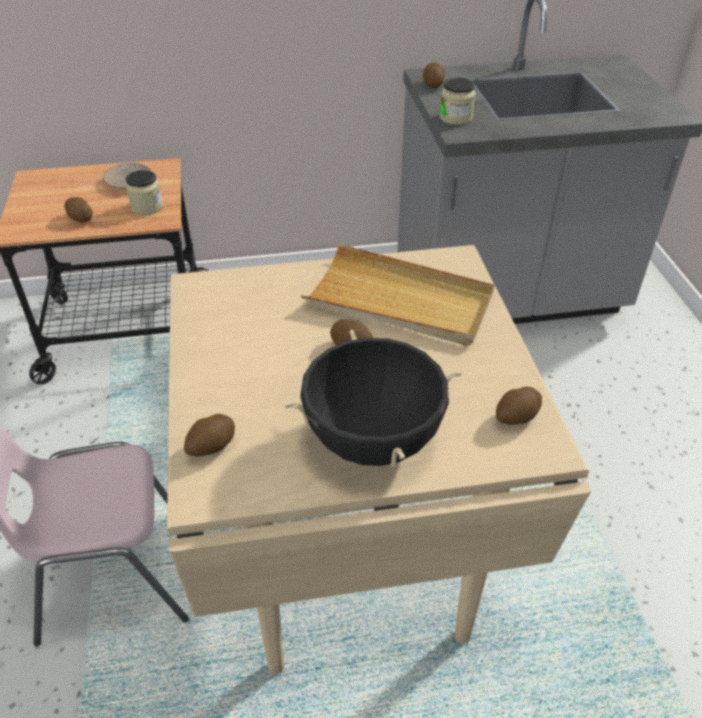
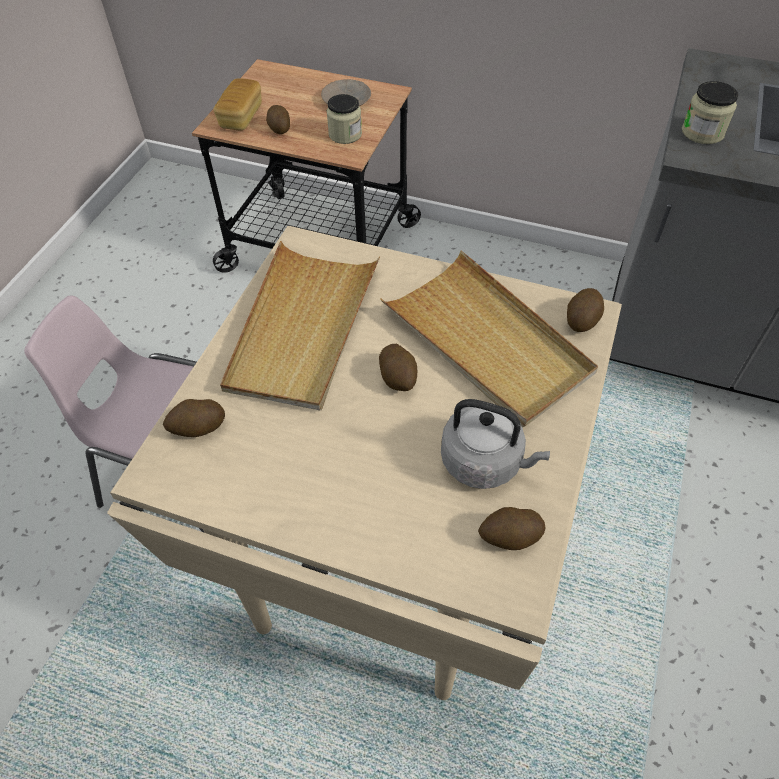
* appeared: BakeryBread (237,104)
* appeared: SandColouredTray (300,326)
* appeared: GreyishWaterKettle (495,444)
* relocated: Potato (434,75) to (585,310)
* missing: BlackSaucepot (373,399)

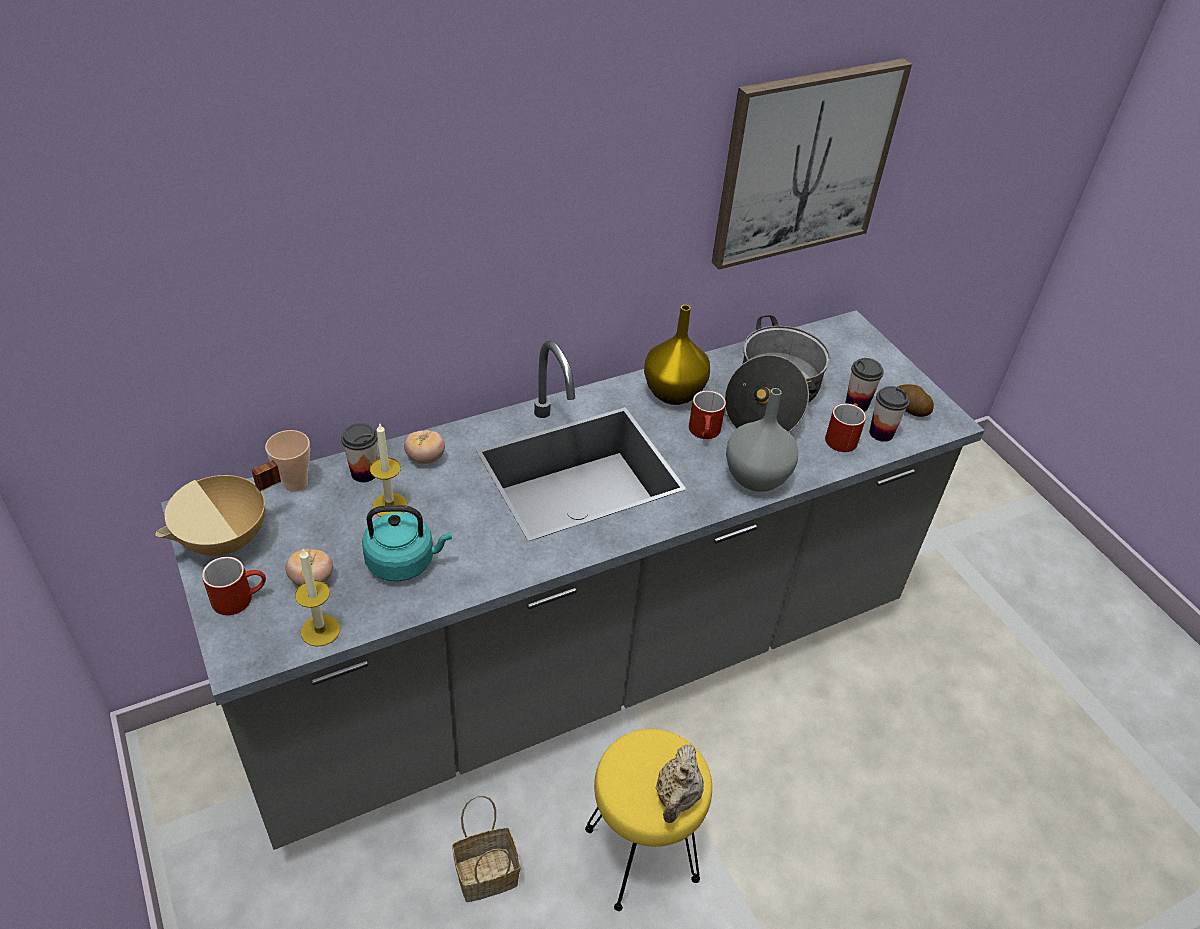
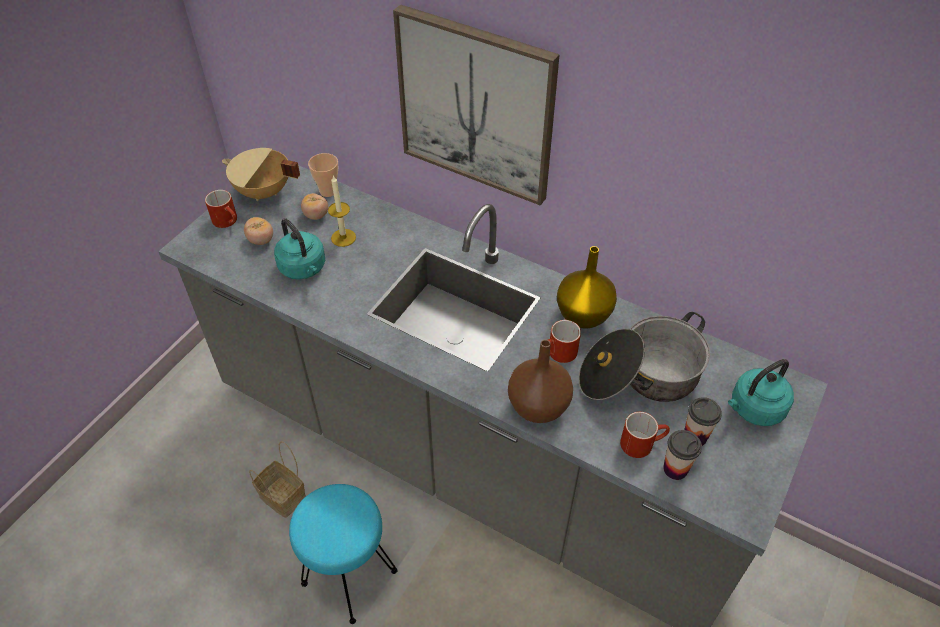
* colour: YellowishSittingStool (648,820) to BlueGreenSittingStool (343,554)
* relocated: Tomato (424,447) to (314,206)
* relocated: Picture (811,164) to (476,105)
* colour: GreyishFlowerVase (762,439) to BrownColouredFlowerVase (540,381)
* appeared: BlueGreenWaterKettle (761,392)
* missing: WaxCandle (317,597)
* missing: SmallCup (359,453)
* missing: SandColouredPotForTea (680,783)
* missing: Potato (915,400)

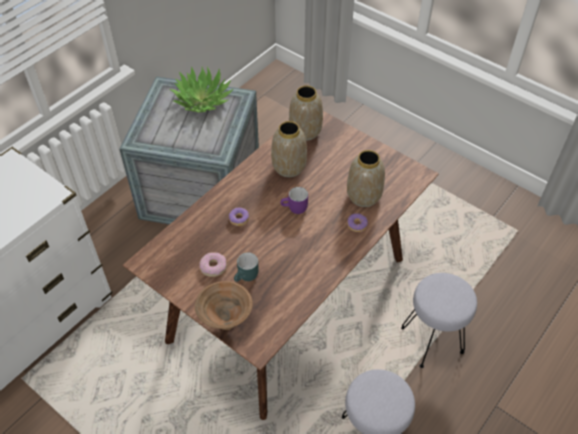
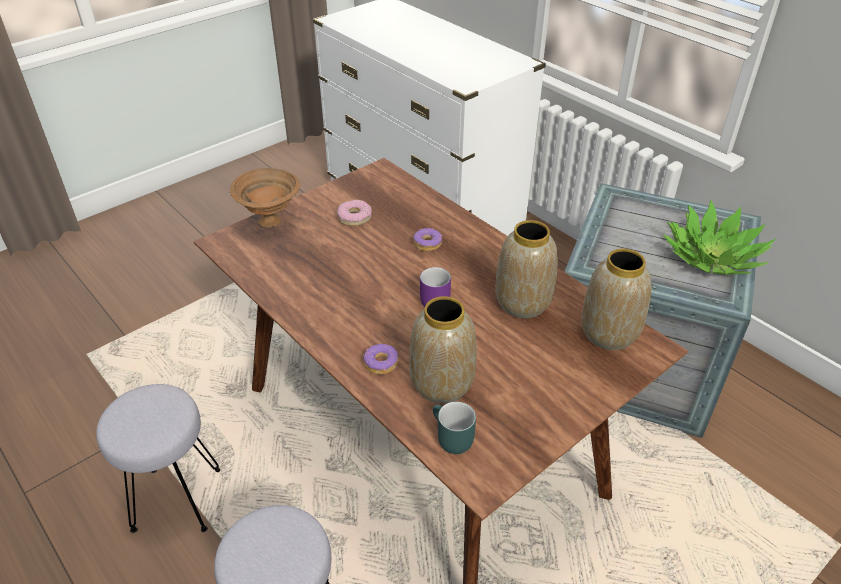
* relocated: BlueGreenCoffeeMug (246,267) to (454,428)

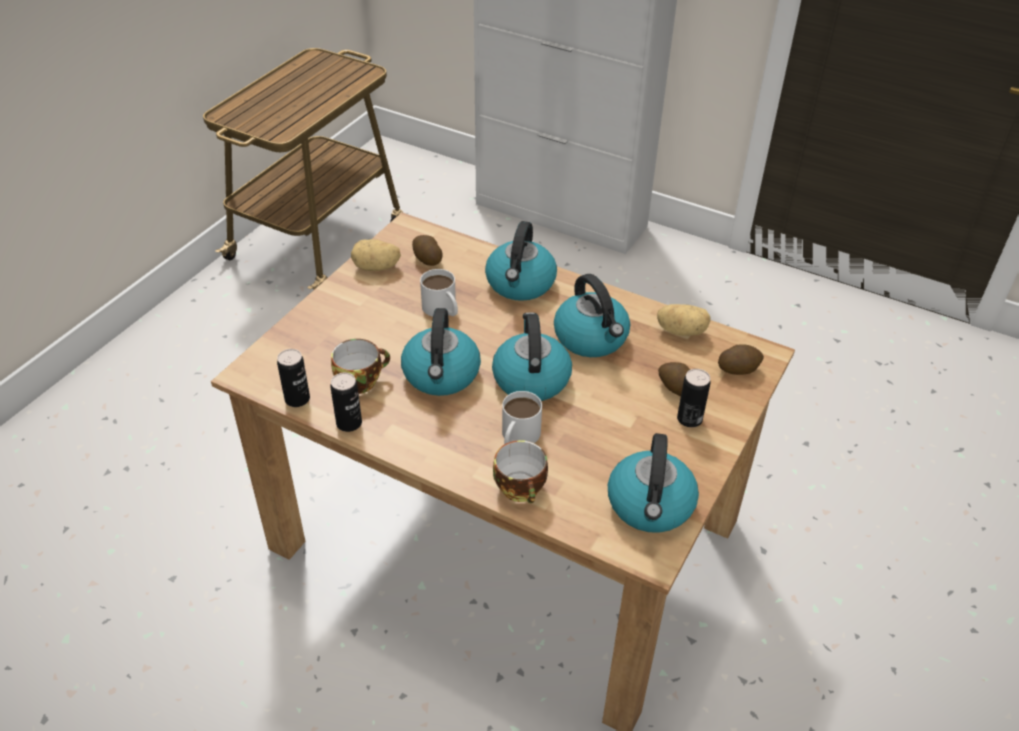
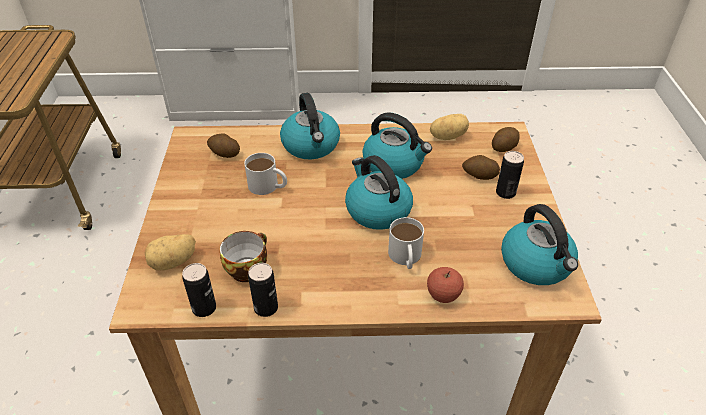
* relocated: Potato (376,255) to (170,252)
* exchanged: SmallCup (520,471) to AppleFruit (445,285)
* missing: WaterKettle (441,352)

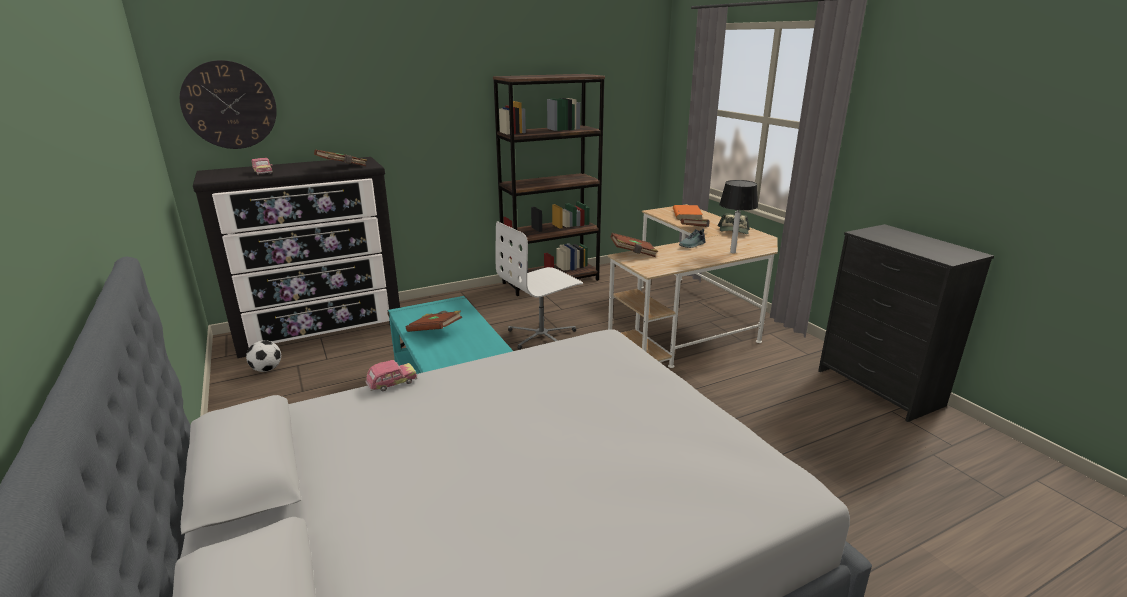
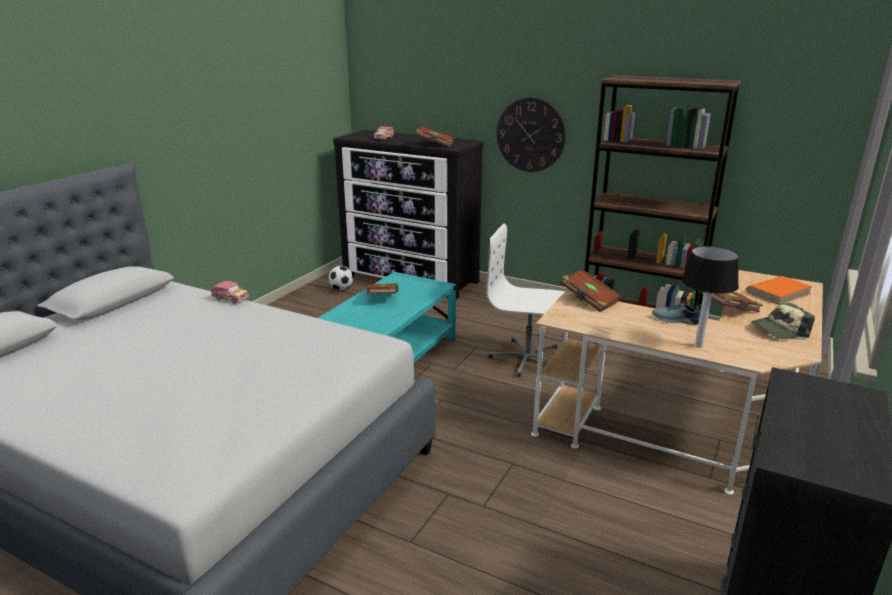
* relocated: HangingClock (228,104) to (531,134)

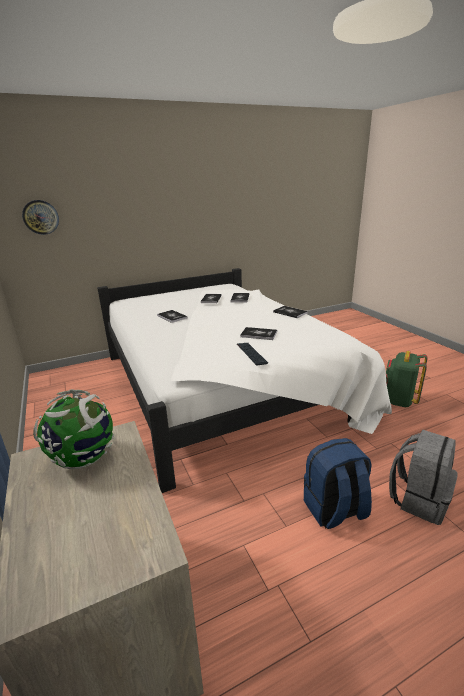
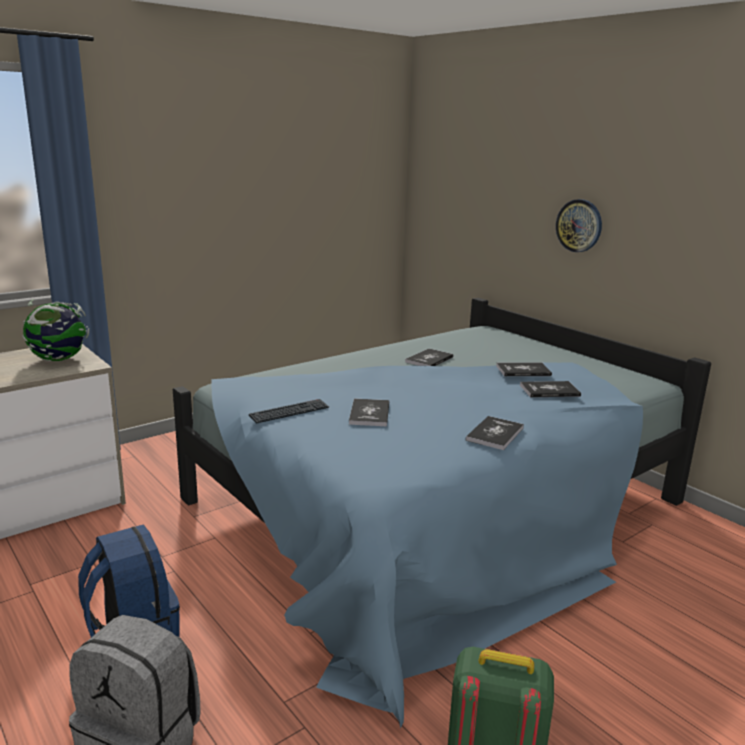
* colour: WhitishBedroomBed (244,380) to BluishBedroomBed (442,513)
* relocated: HangingClock (40,217) to (579,225)

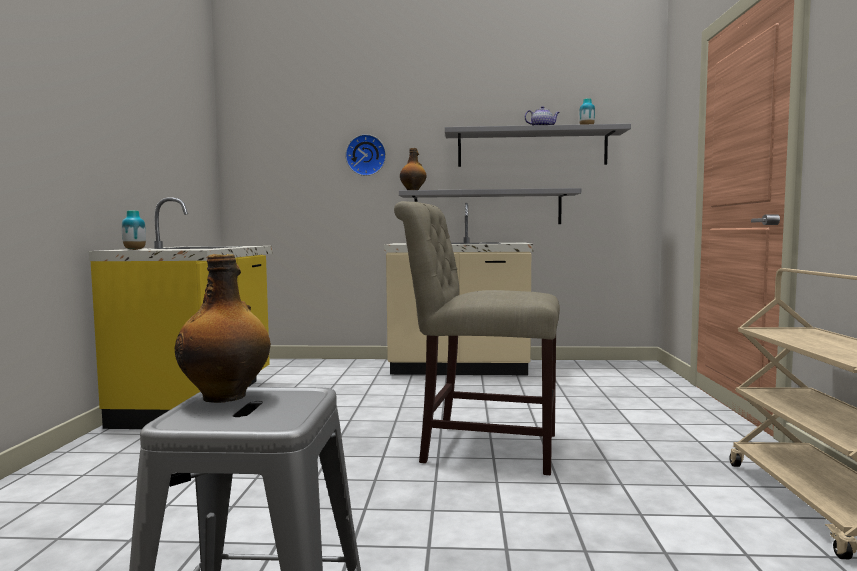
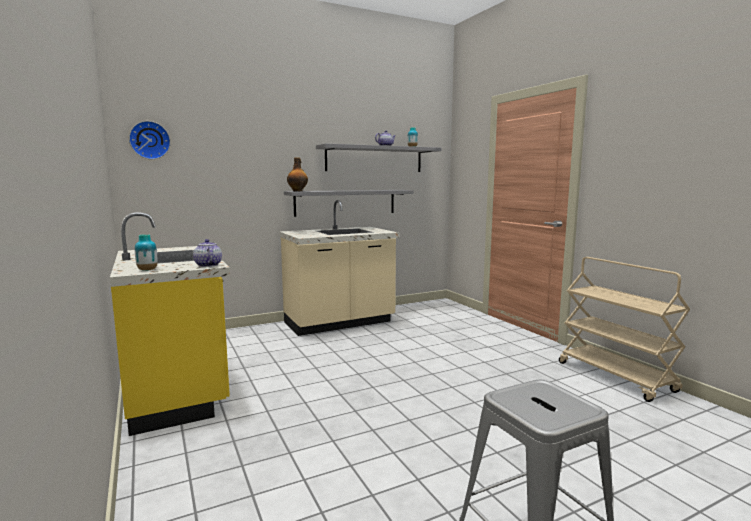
* relocated: HangingClock (365,155) to (150,140)
* appeared: PotForTea (207,253)
* missing: BeverageBottle (222,328)
* missing: SandColouredPlainChair (477,338)

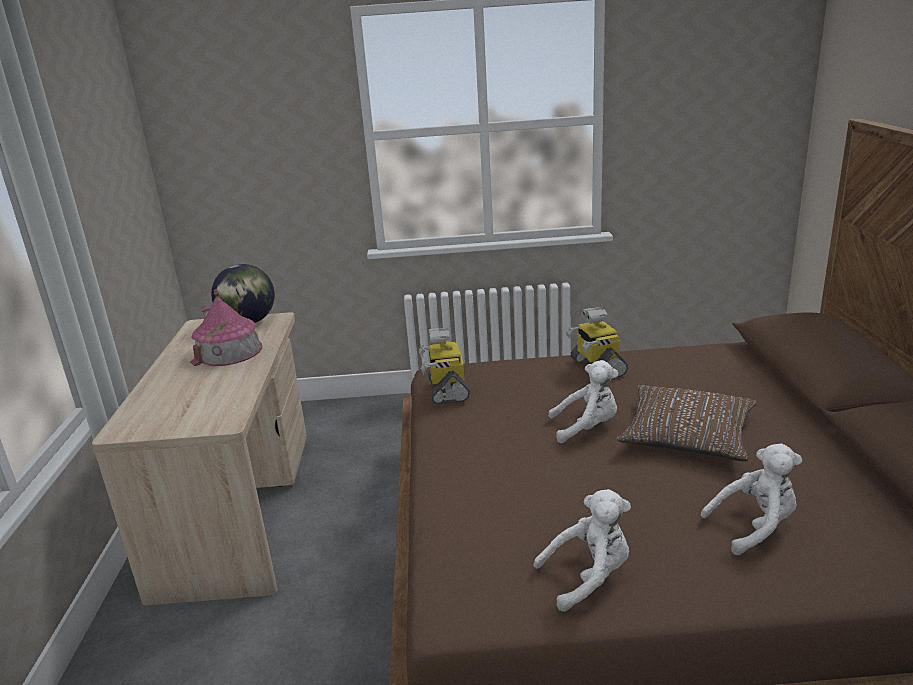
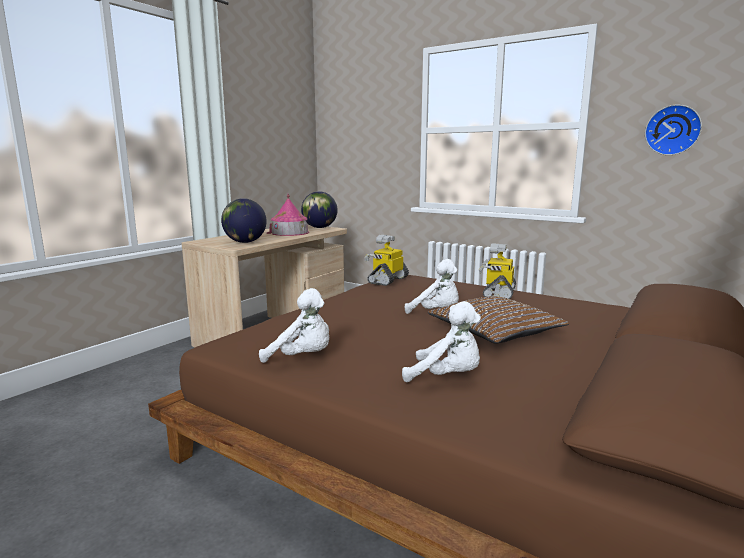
* appeared: DeskGlobe (244,220)
* appeared: HangingClock (673,129)

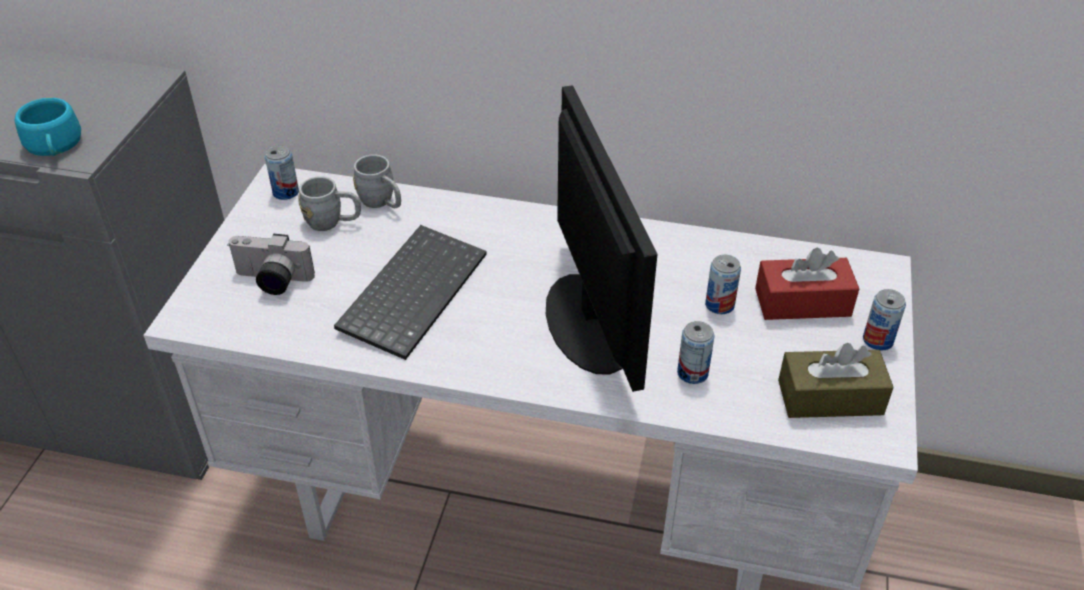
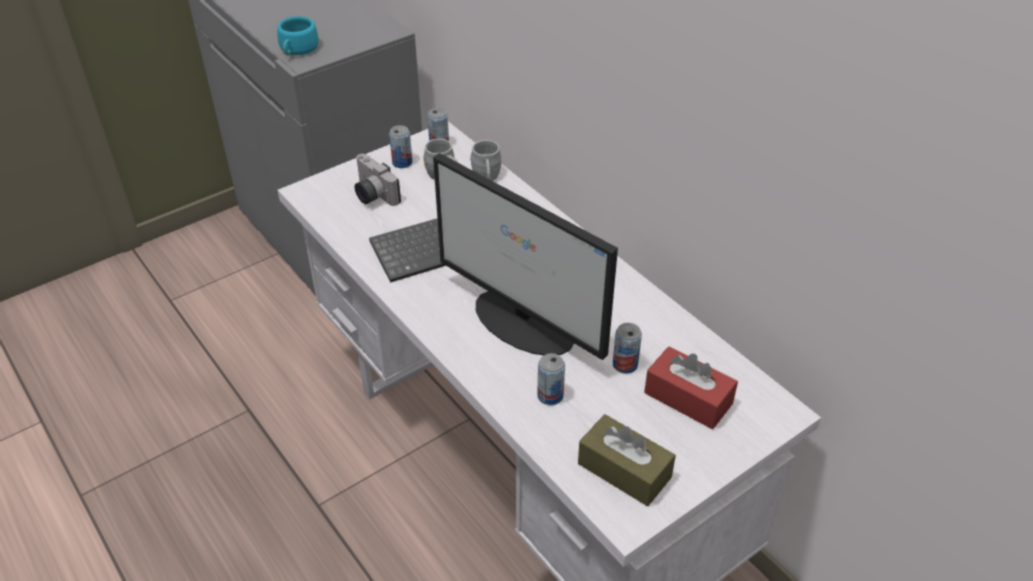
* relocated: MetalCan (884,319) to (400,146)
* spun: ComputerDisplay (601,238) = (525,256) 105 degrees clockwise

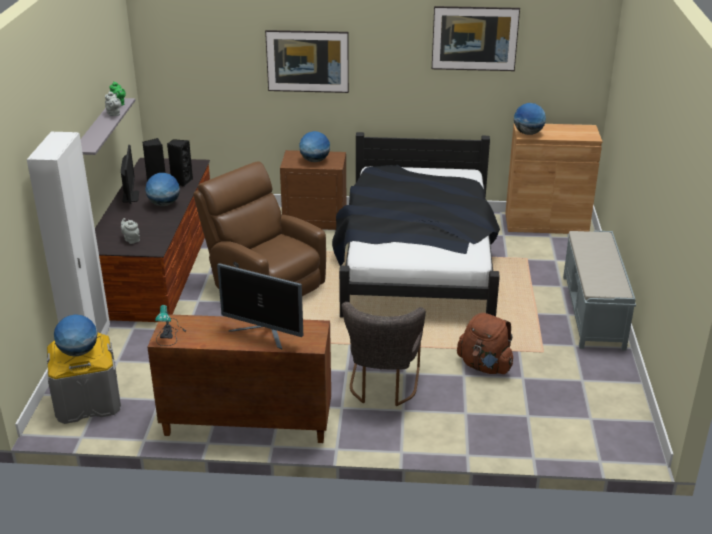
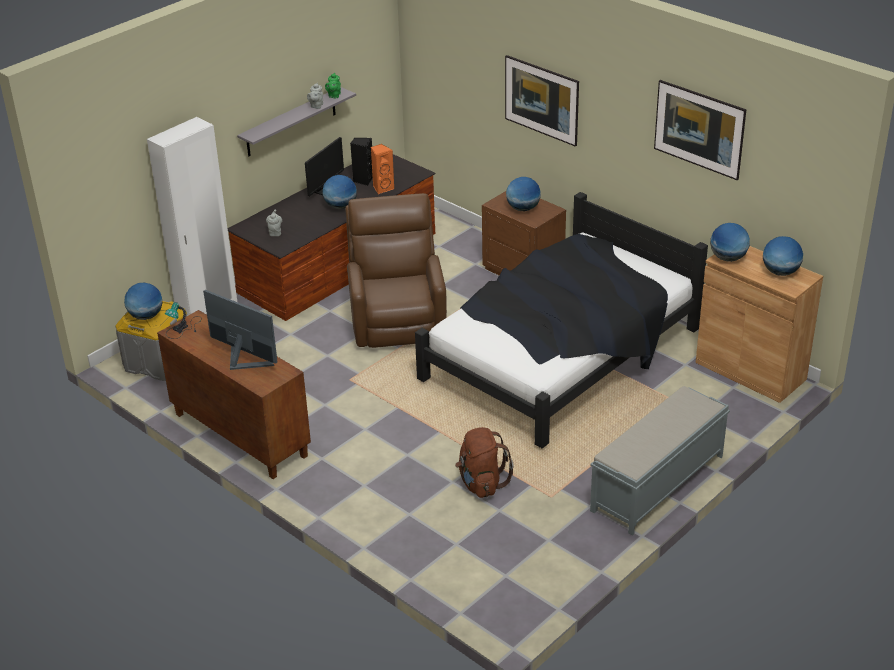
* spun: ComputerDisplay (260,306) = (240,330) 150 degrees clockwise
* colour: BlackLoudspeaker (180,163) to OrangeColouredLoudspeaker (382,169)
* appeared: DeskGlobe (783,256)
* missing: GreyishPlainChair (384,354)

